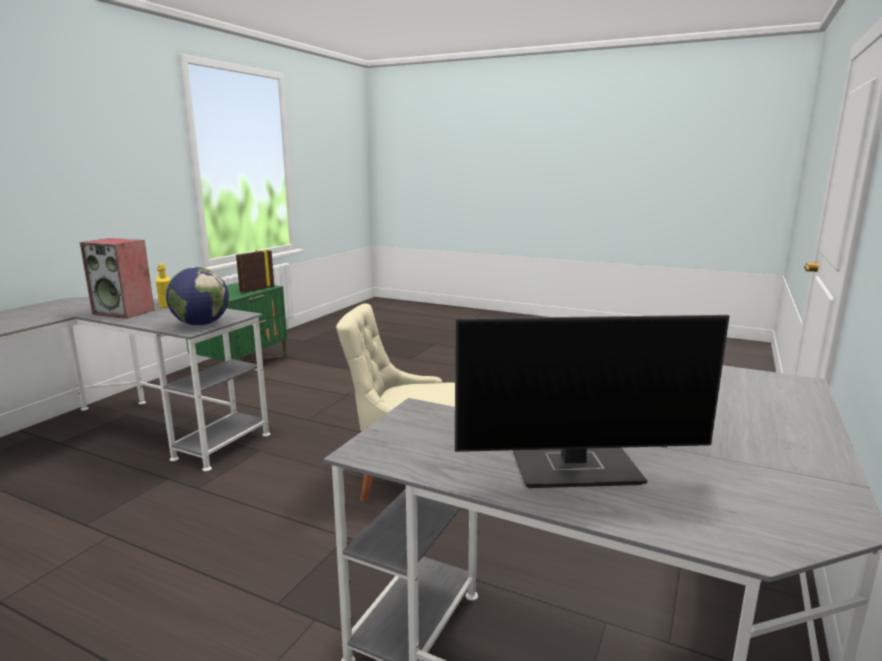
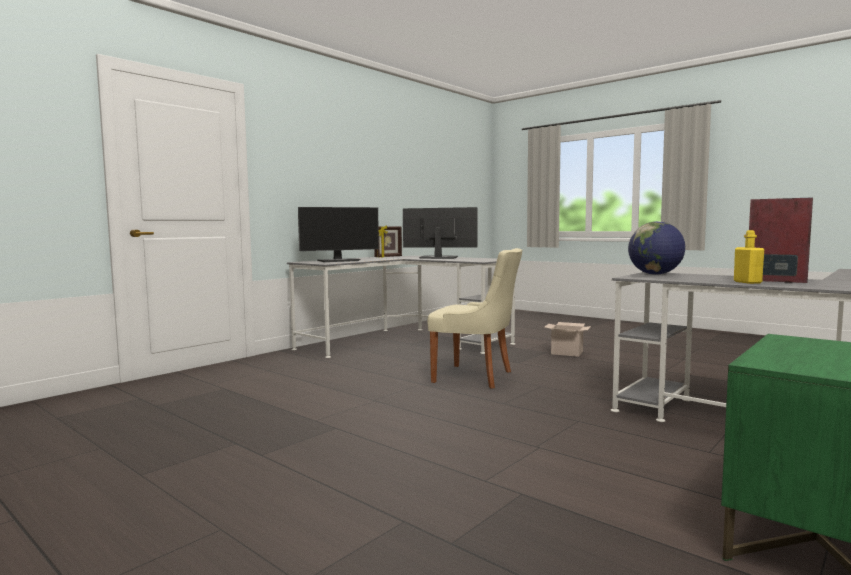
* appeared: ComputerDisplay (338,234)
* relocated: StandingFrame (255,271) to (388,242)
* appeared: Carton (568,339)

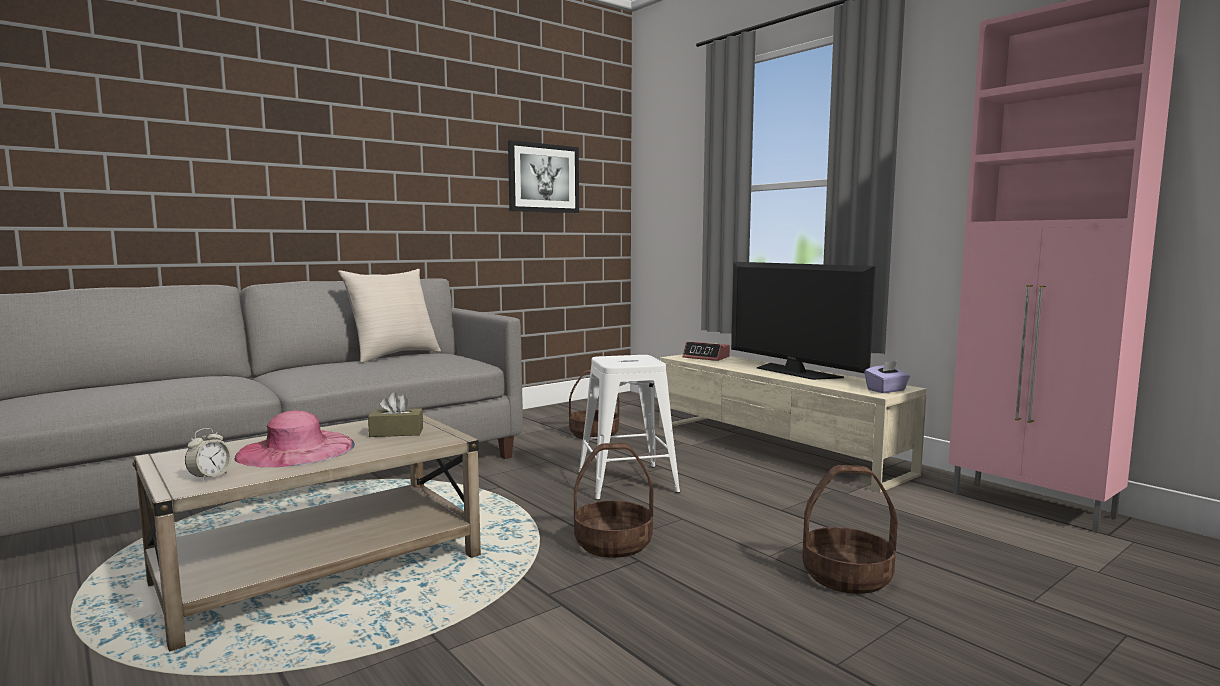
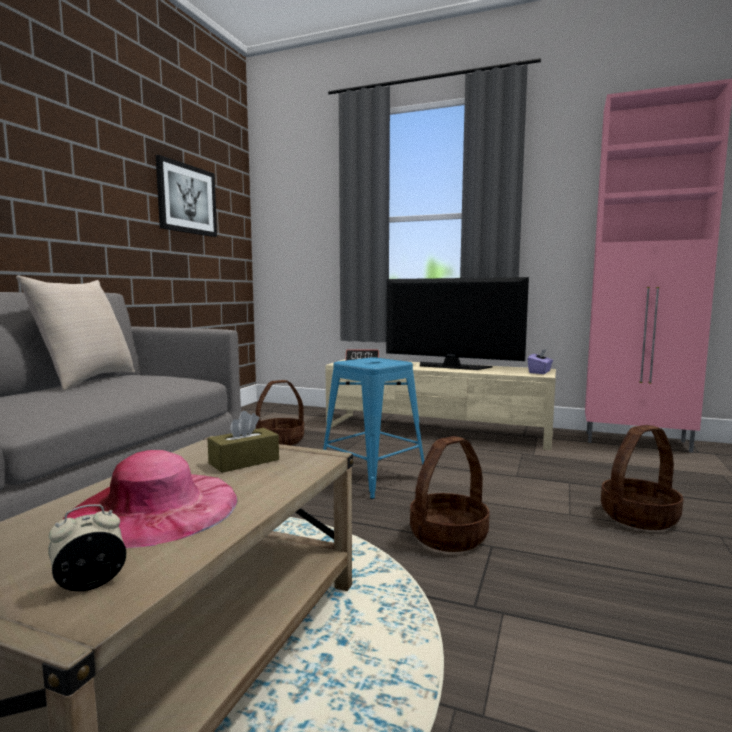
* spun: BedsideClock (208,455) = (87,548) 120 degrees counterclockwise
* colour: WhitishSittingStool (629,427) to BluishSittingStool (374,428)

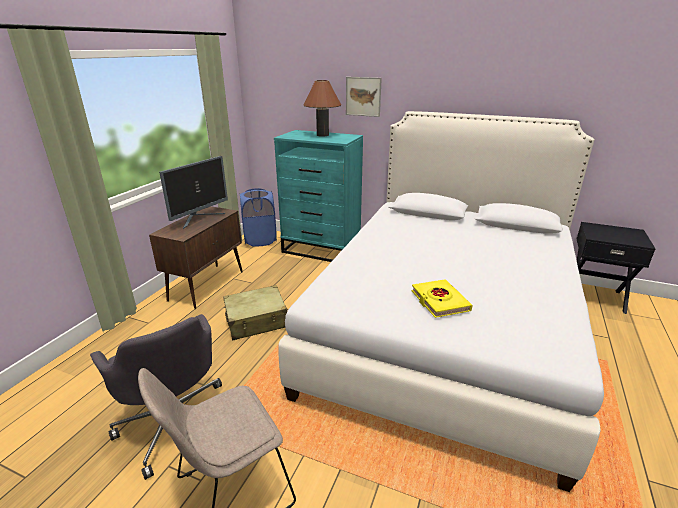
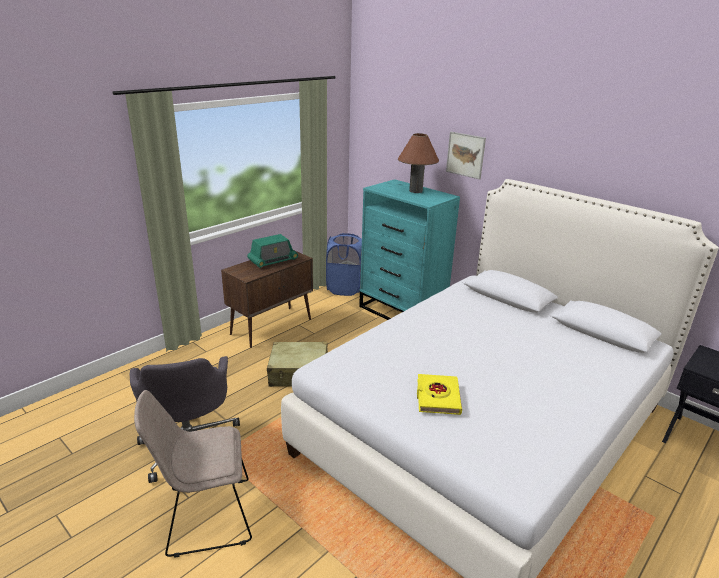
* exchanged: ComputerDisplay (193,192) to Radio (272,251)

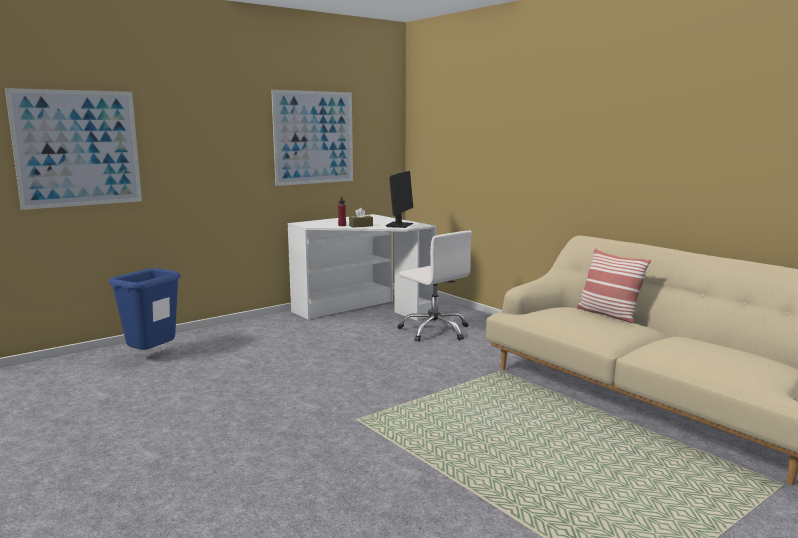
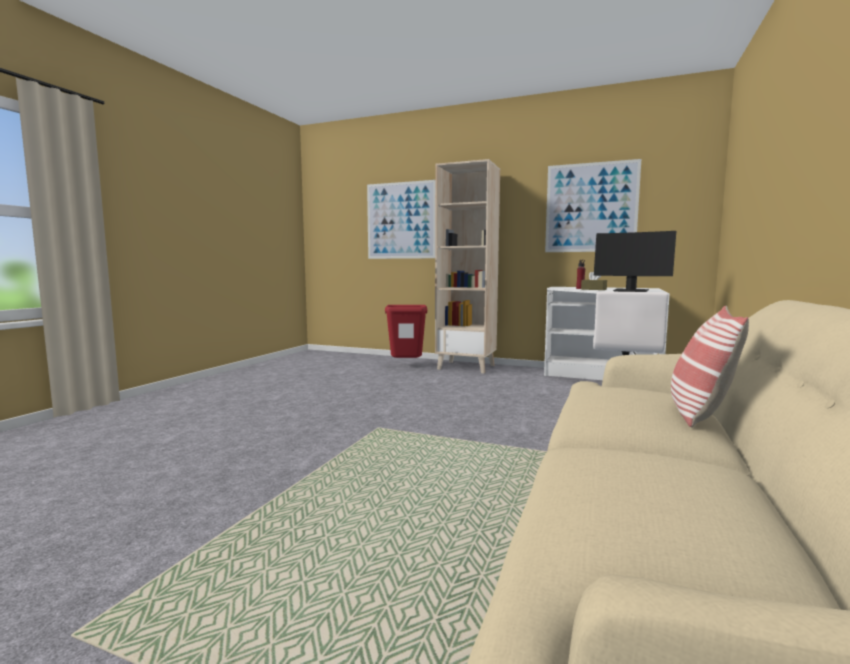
* colour: BluishRubbishBin (145,309) to ReddishRubbishBin (406,331)
* appeared: SandColouredBookshelf (467,266)
* spun: ComputerDisplay (399,199) = (635,261) 45 degrees clockwise

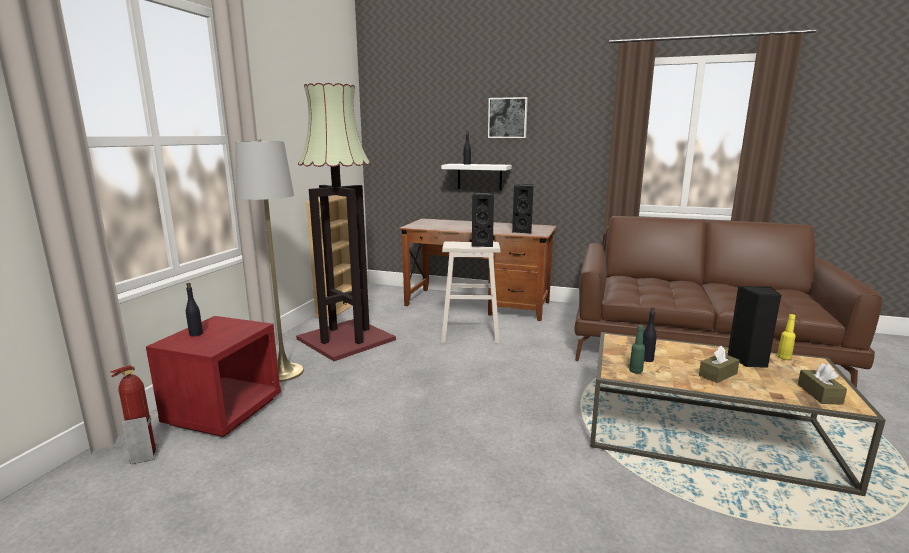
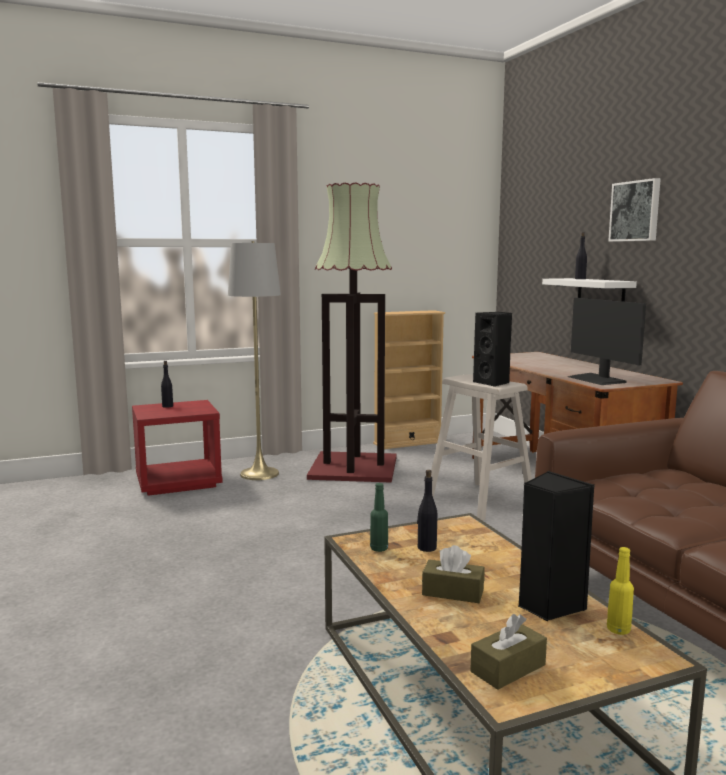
* exchanged: BlackLoudspeaker (523,208) to ComputerDisplay (607,341)
* missing: FireFightingCylinder (134,414)

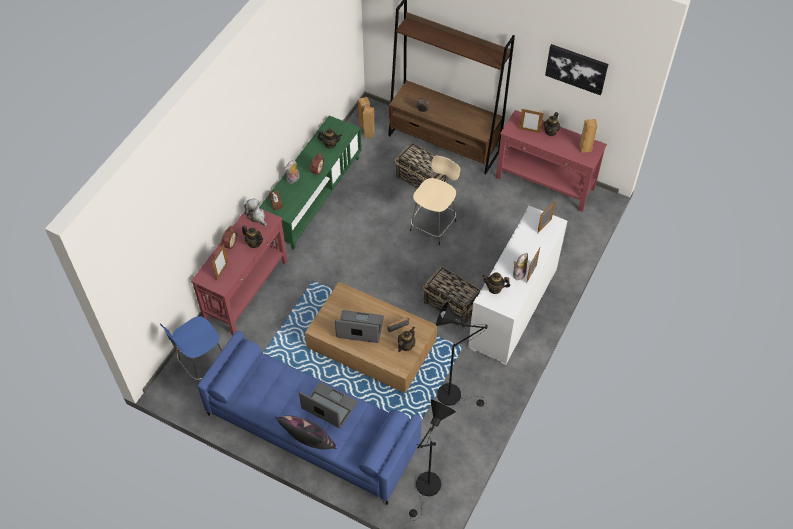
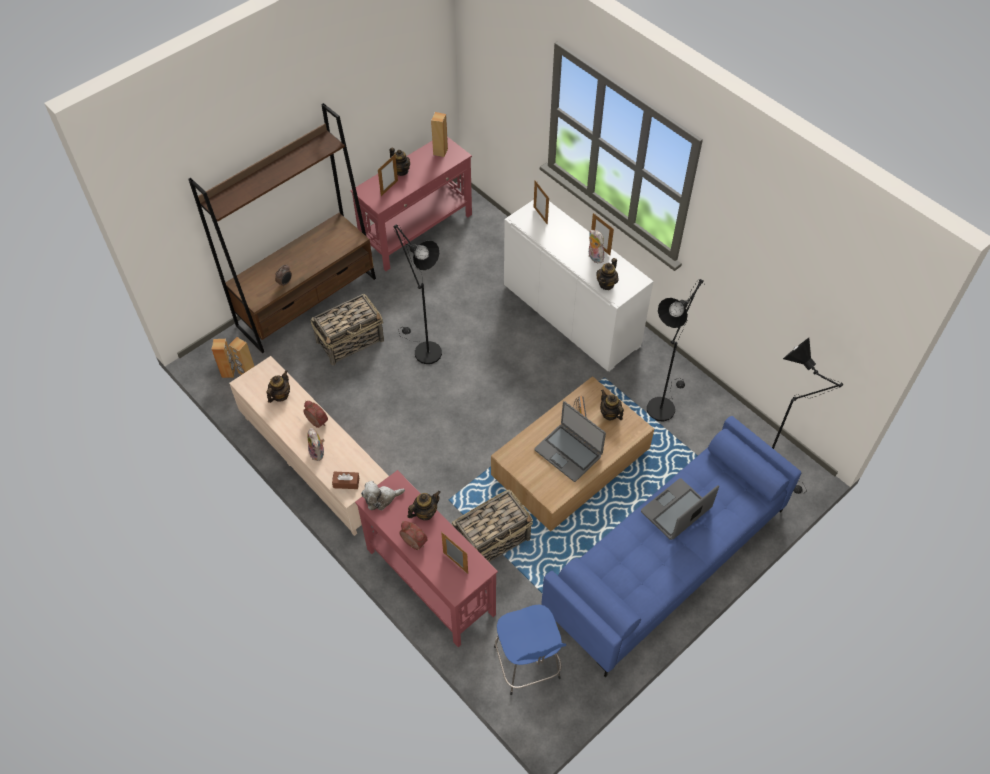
* colour: GreenishTvStand (310,182) to SandColouredTvStand (309,446)
* exchanged: SandColouredSittingStool (435,200) to BlackStandingLamp (417,294)
* relocated: HouseholdBasket (452,297) to (492,525)
* spun: NotebookComputer (359,326) = (570,441) 75 degrees counterclockwise
* missing: ThrowPillow (306,433)
* missing: Picture (576,69)

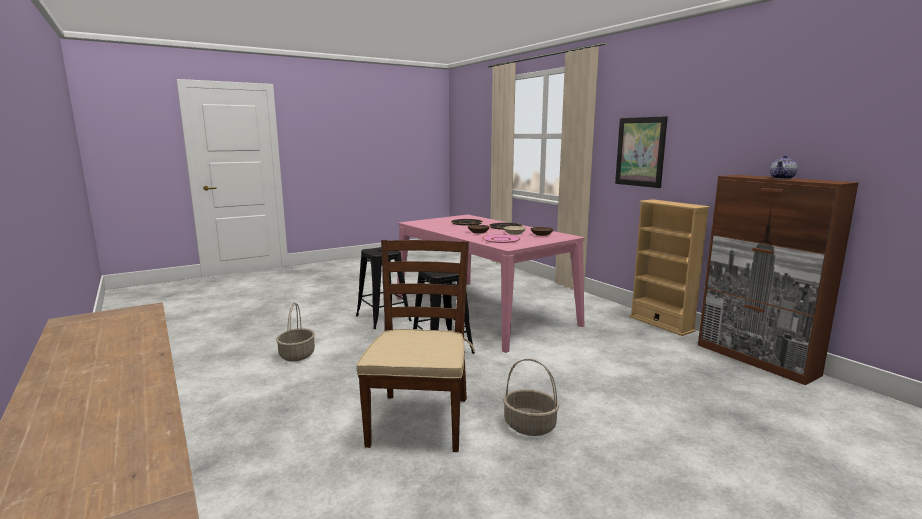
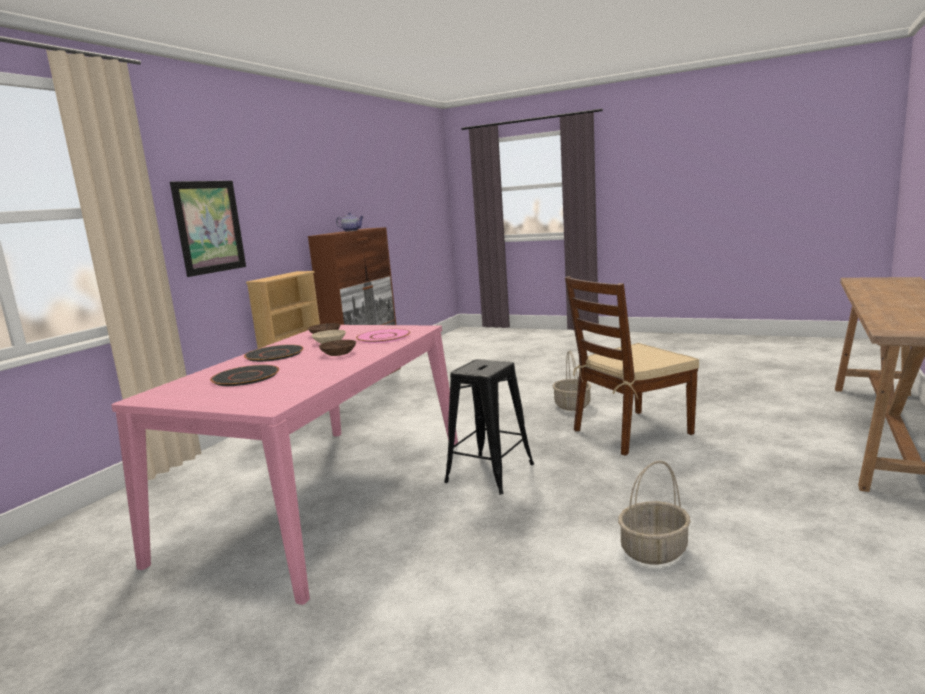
* missing: BlackSittingStool (384,288)

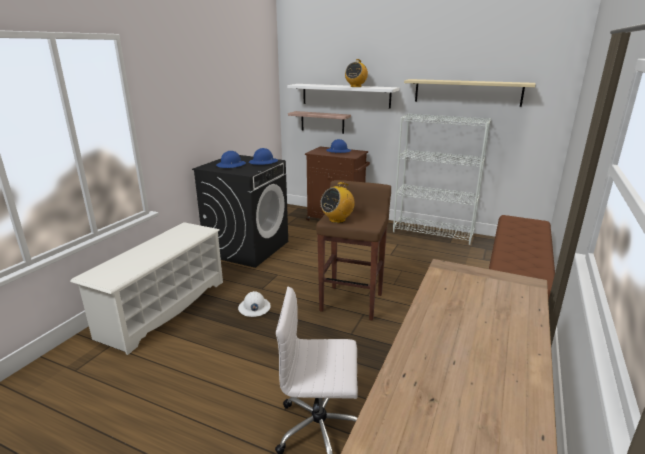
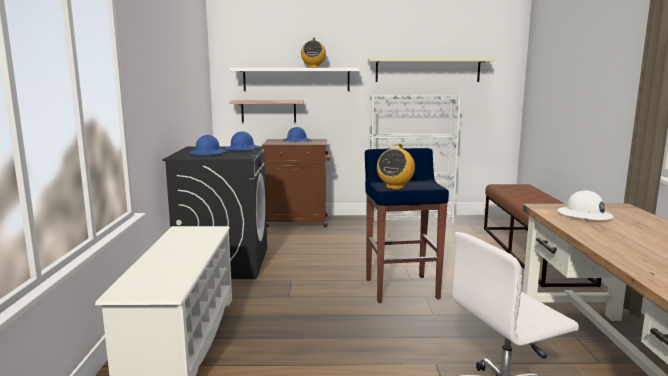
* colour: BrownColouredSittingStool (353,250) to BluishSittingStool (407,225)
* relocated: WhitishHardHat (254,304) to (585,205)

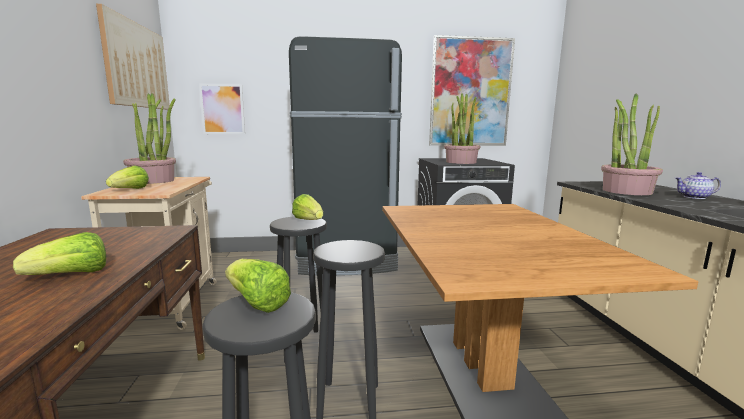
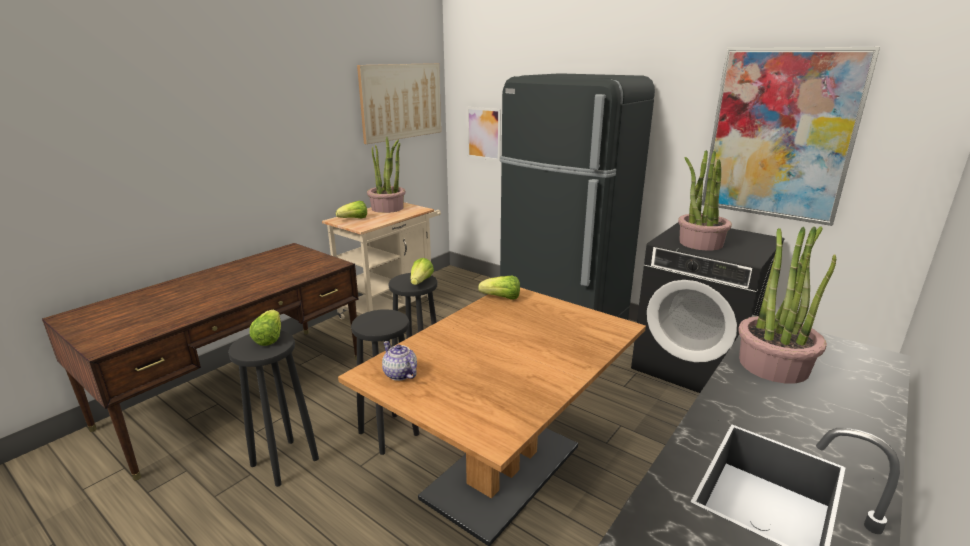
* relocated: PotForTea (698,185) to (399,361)
* relocated: LettuceHead (59,253) to (499,288)

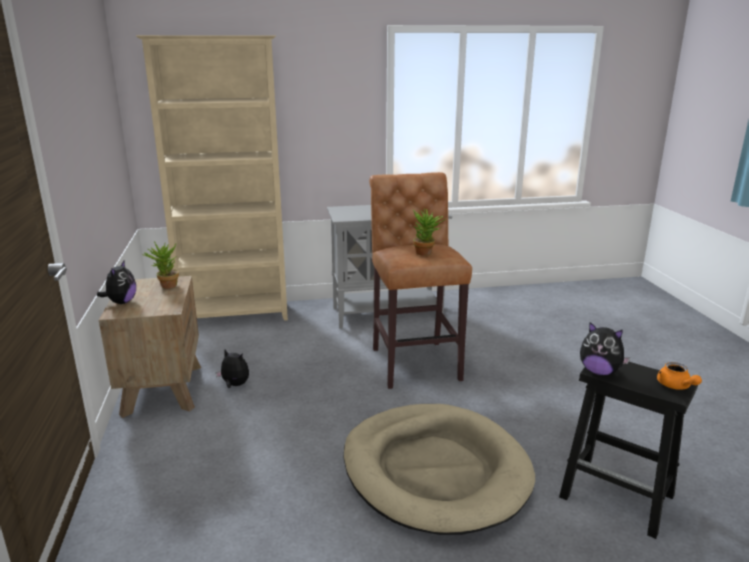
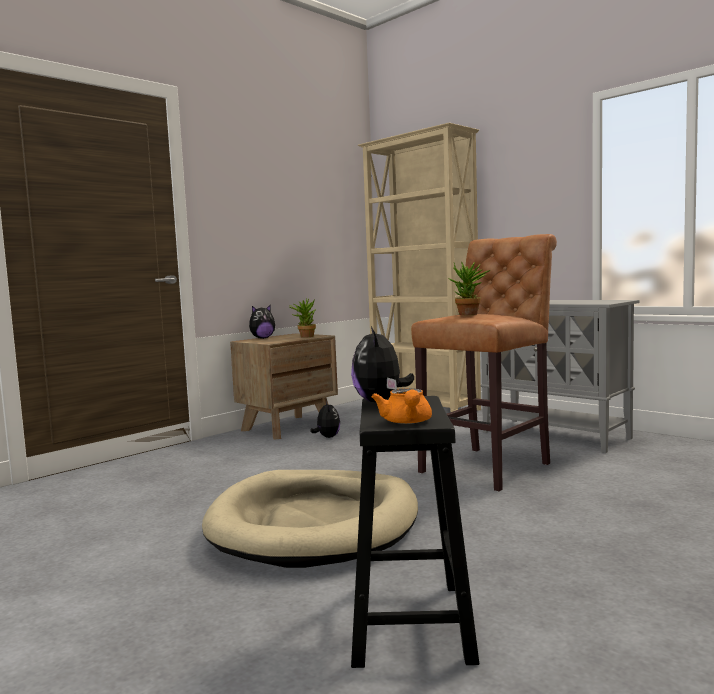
* spun: OrangeColouredPotForTea (679,376) = (401,406) 45 degrees counterclockwise

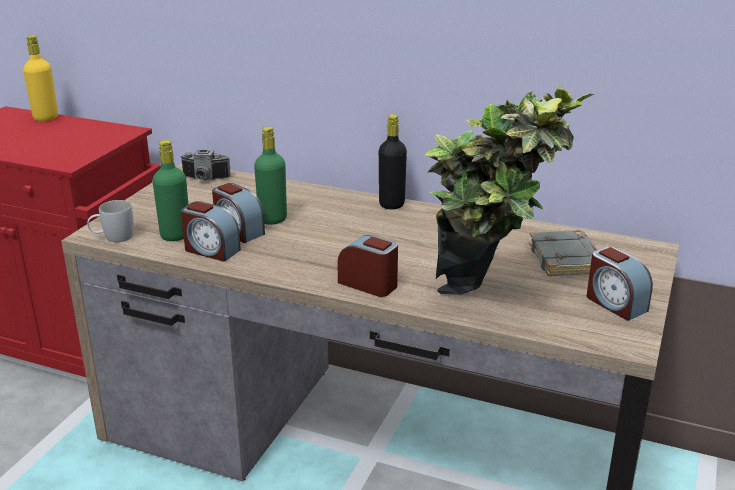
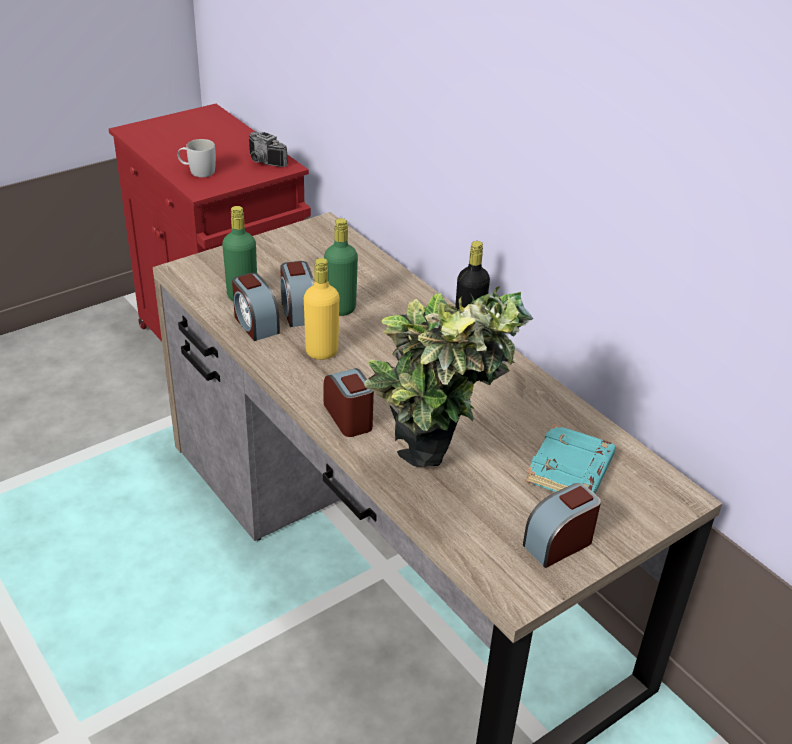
* relocated: WhitishCoffeeMug (110,221) to (196,158)
* relocated: PhotoCamera (205,165) to (268,149)
* relocated: YellowishBeverageBottle (40,78) to (321,309)
* spun: BedsideClock (620,284) = (562,525) 60 degrees clockwise
* colour: GreyishBook (563,253) to BlueGreenBook (570,459)

